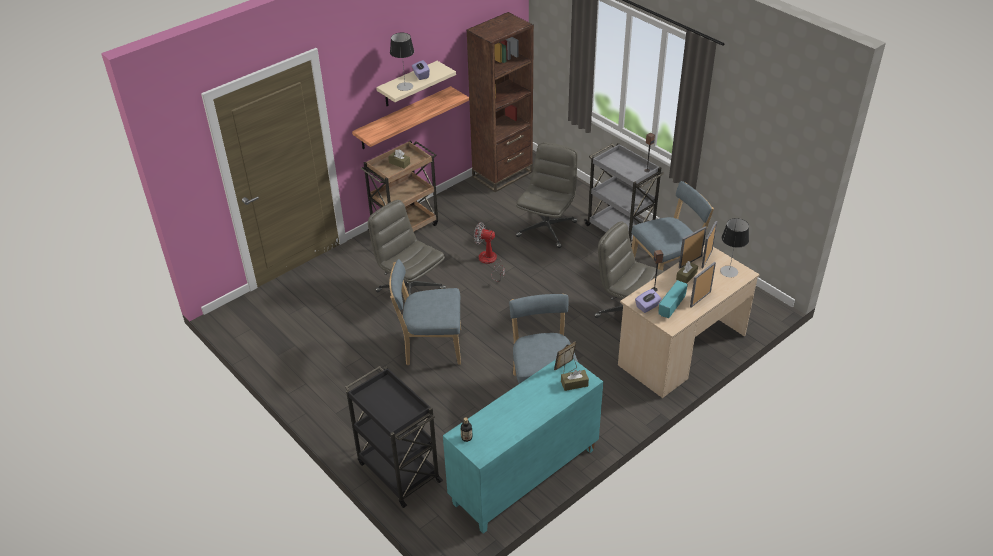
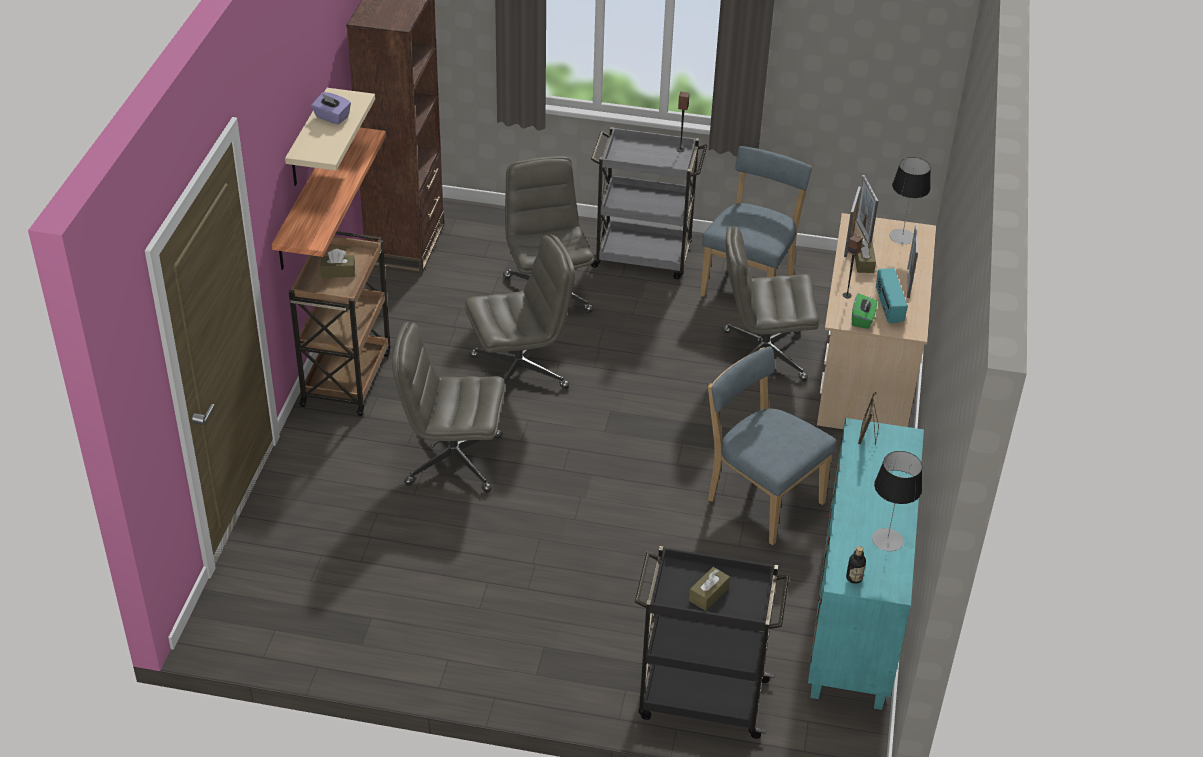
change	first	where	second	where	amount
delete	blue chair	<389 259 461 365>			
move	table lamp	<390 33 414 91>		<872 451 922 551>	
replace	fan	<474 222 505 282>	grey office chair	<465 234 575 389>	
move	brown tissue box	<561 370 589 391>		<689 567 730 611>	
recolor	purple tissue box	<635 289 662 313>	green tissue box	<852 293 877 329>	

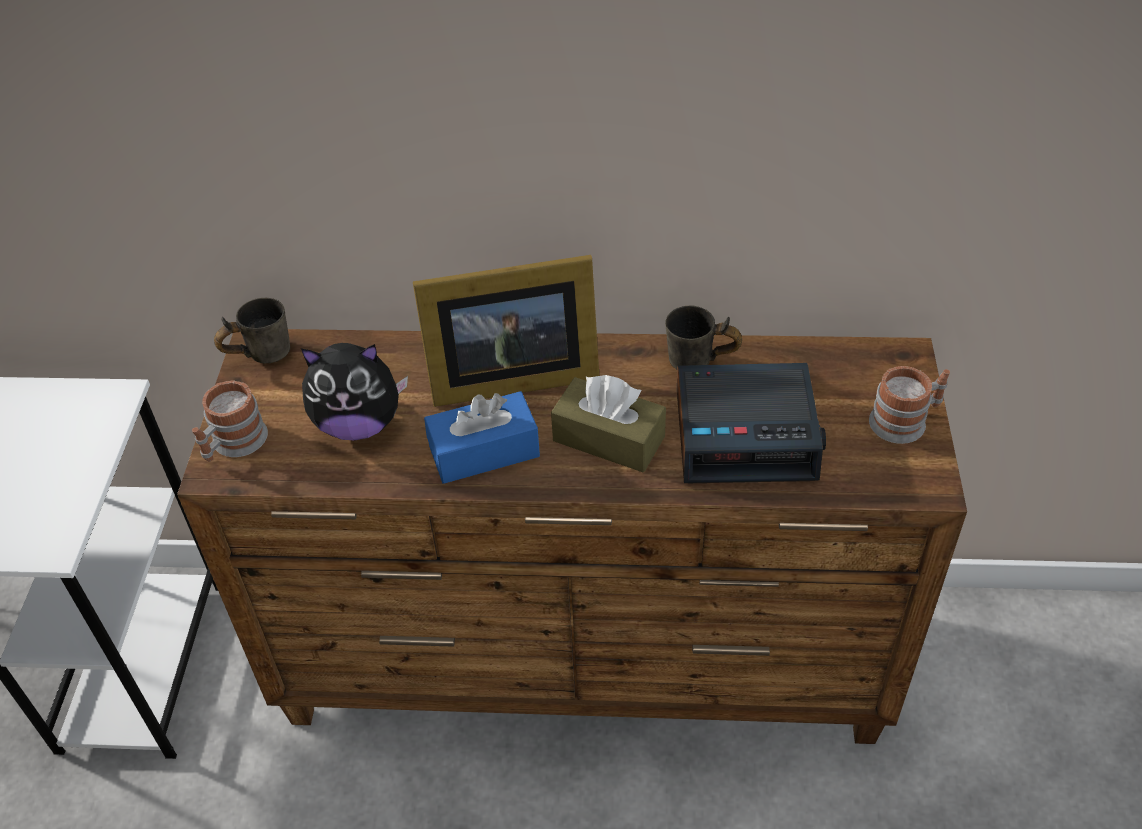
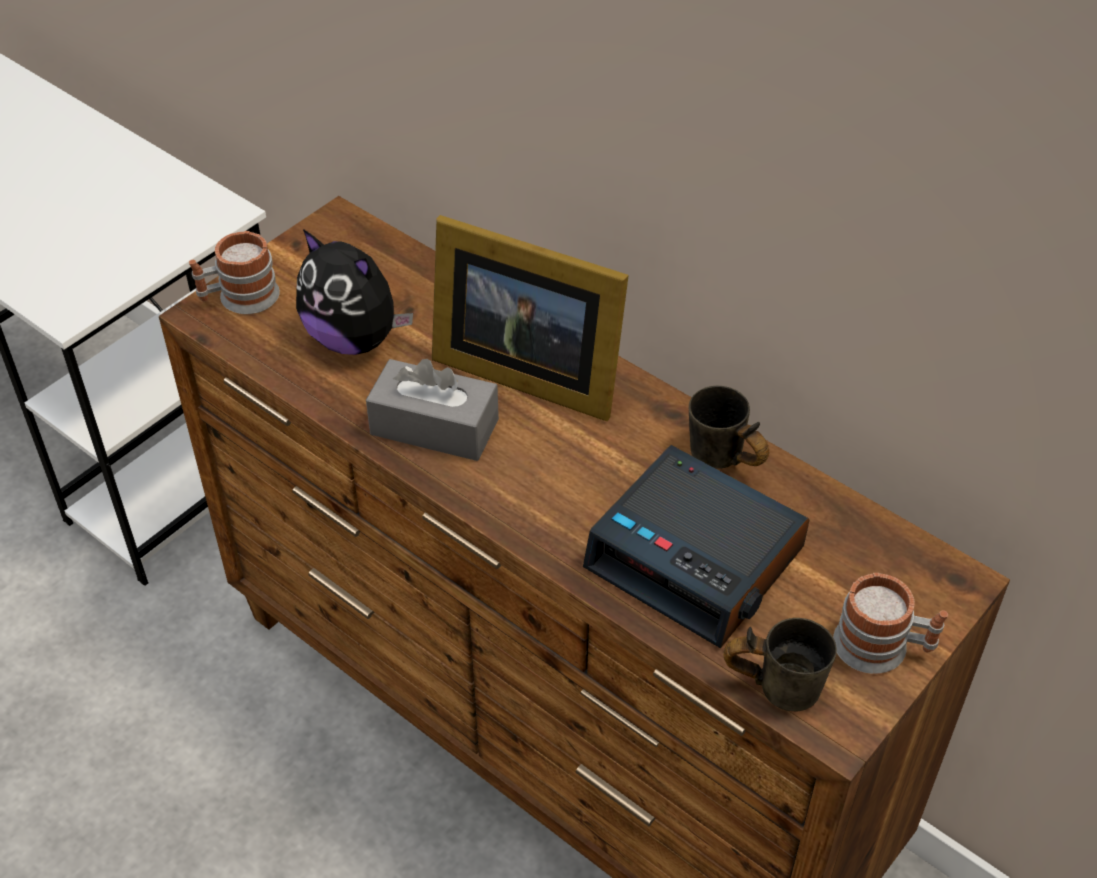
change	first	where	second	where	amount
move	grey mug	<214 298 290 363>		<723 618 837 712>	
recolor	blue tissue box	<424 391 540 484>	grey tissue box	<366 359 499 461>	
delete	brown tissue box	<551 375 666 472>			

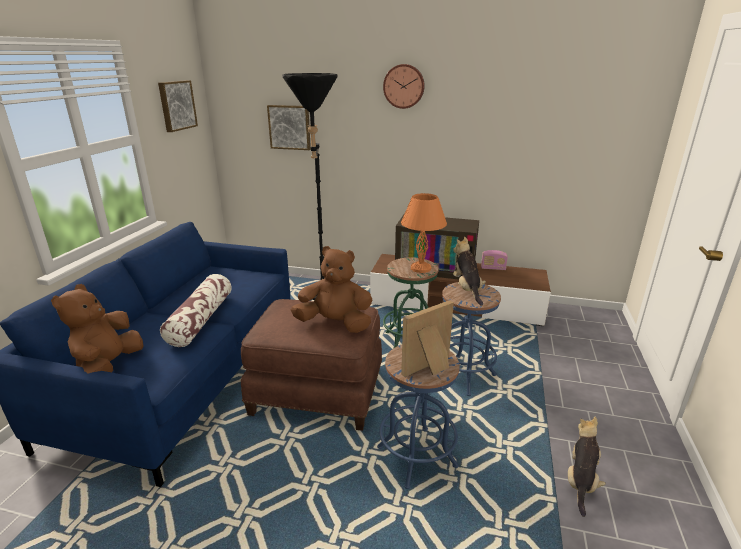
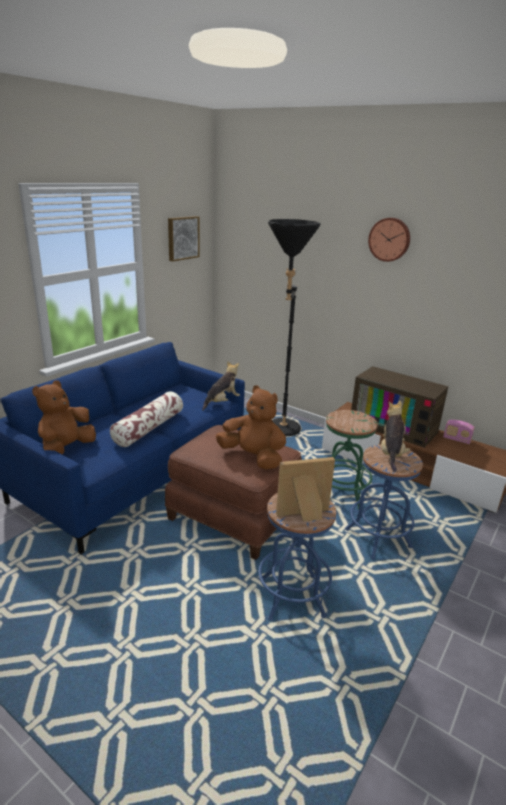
change	first	where	second	where	amount
delete	picture	<267 105 311 150>			
delete	orange table lamp	<401 193 447 273>			
move	plush toy	<568 417 606 517>		<202 361 240 411>	

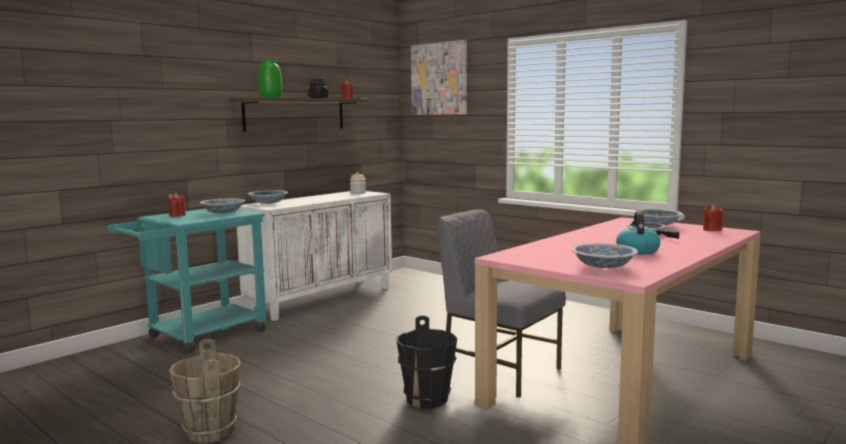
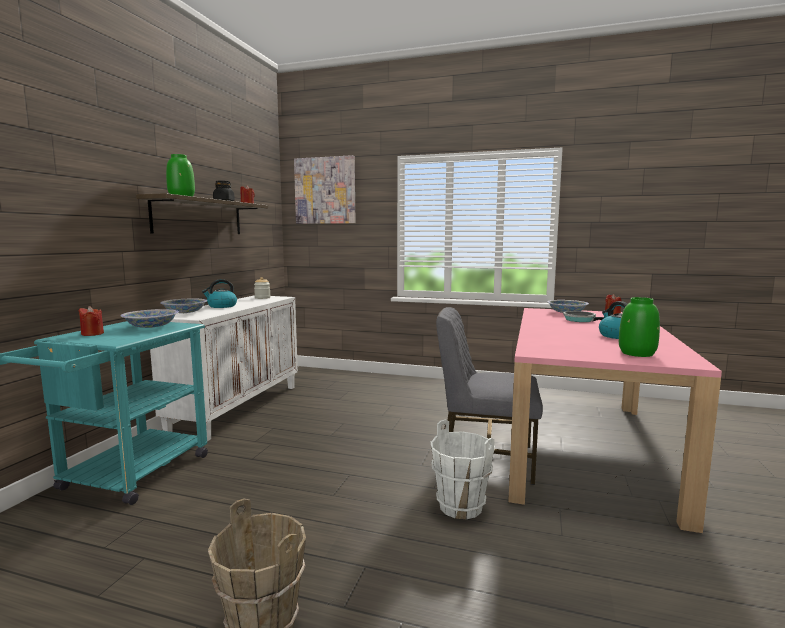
change	first	where	second	where	amount
recolor	black bucket	<396 315 457 408>	white bucket	<430 419 495 519>	
replace	bowl	<571 243 638 268>	green vase	<619 297 660 357>	
insert			kettle	<202 279 237 308>	

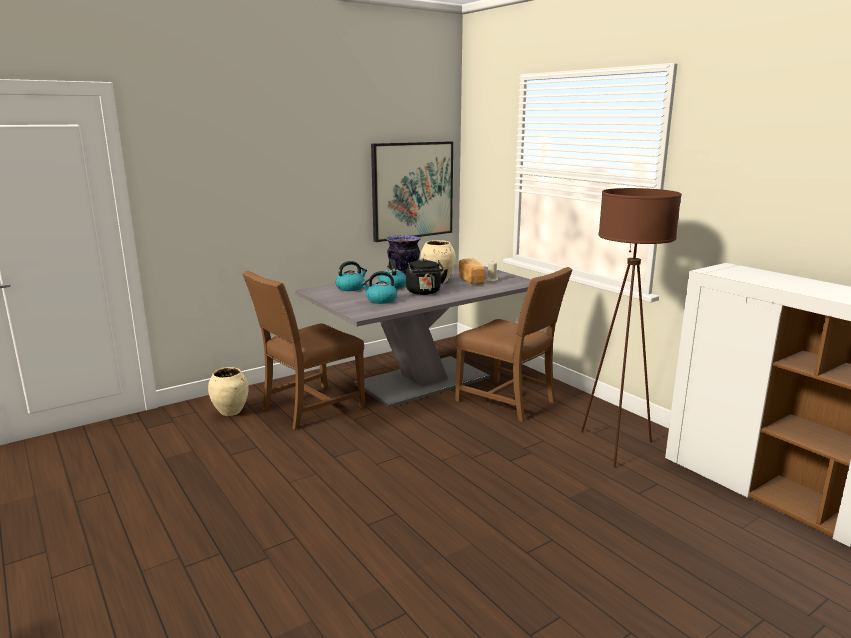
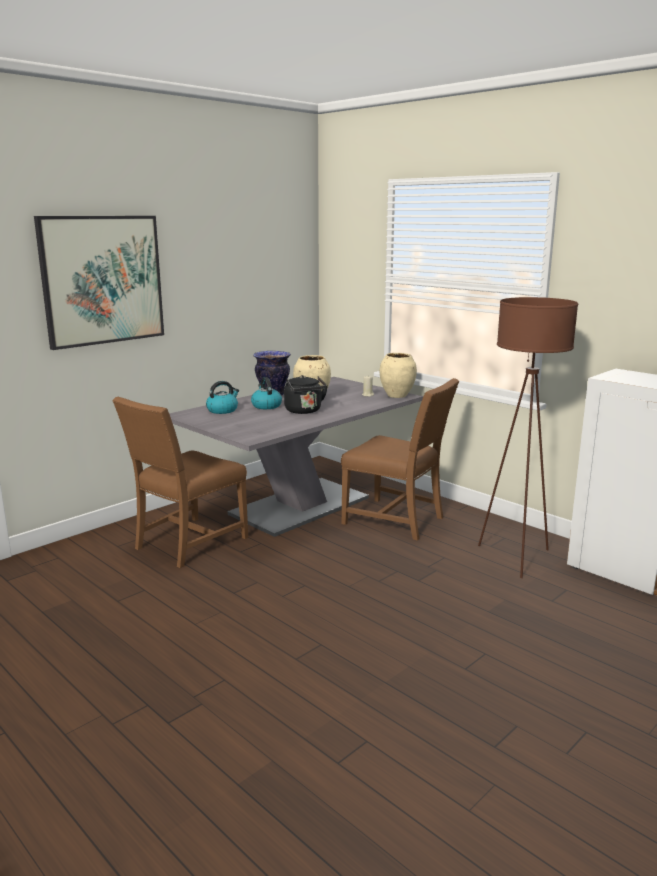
change	first	where	second	where	amount
move	beige vase	<208 367 249 416>		<380 353 417 398>	
delete	kettle	<361 271 397 304>			
move	picture	<371 141 453 242>		<34 216 164 350>	
delete	bread	<459 258 485 285>			

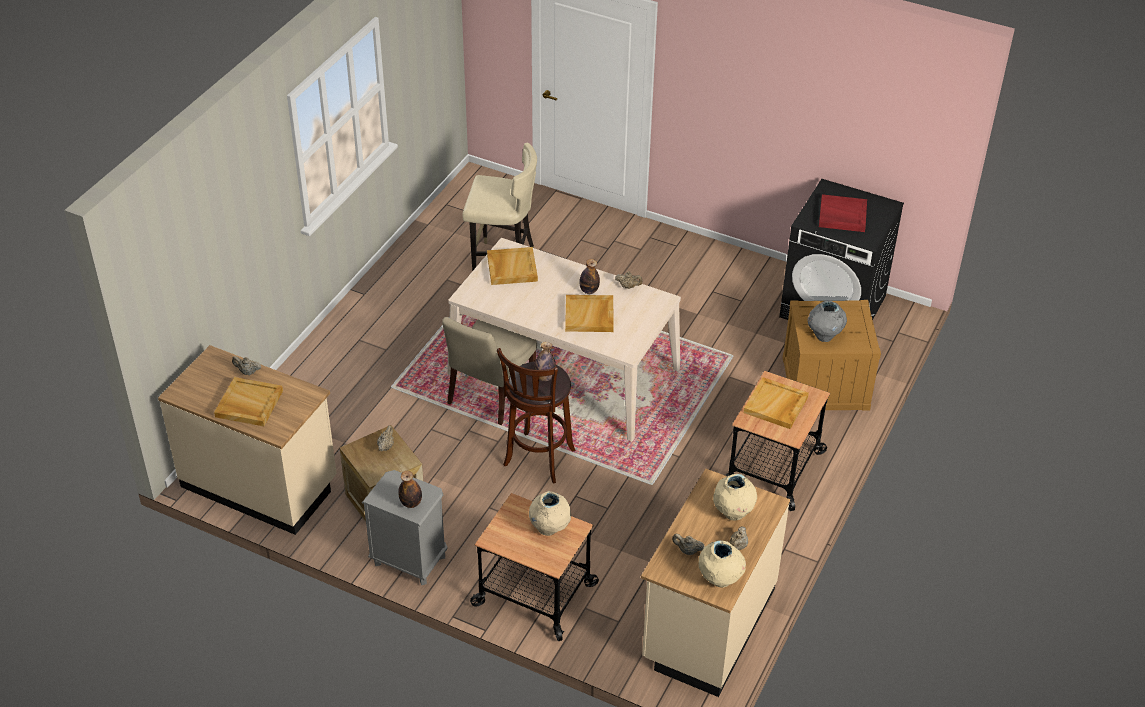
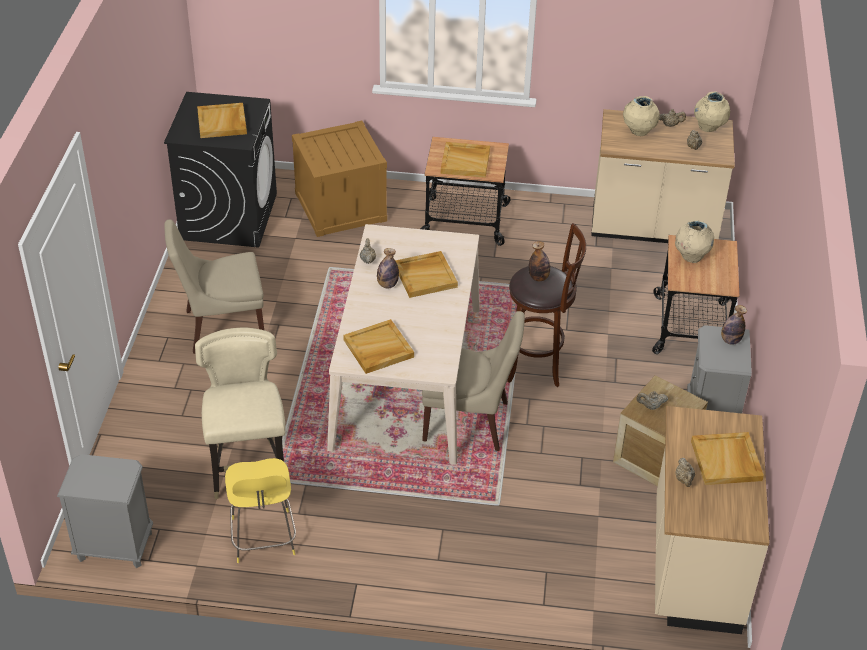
change	first	where	second	where	amount
delete	grey vase	<807 301 847 342>			
recolor	red tray	<819 194 867 232>	beige tray	<197 103 247 138>	
insert			grey nightstand	<57 454 153 568>	
insert			beige chair	<164 219 264 354>	
insert			yellow stool	<225 458 296 563>	

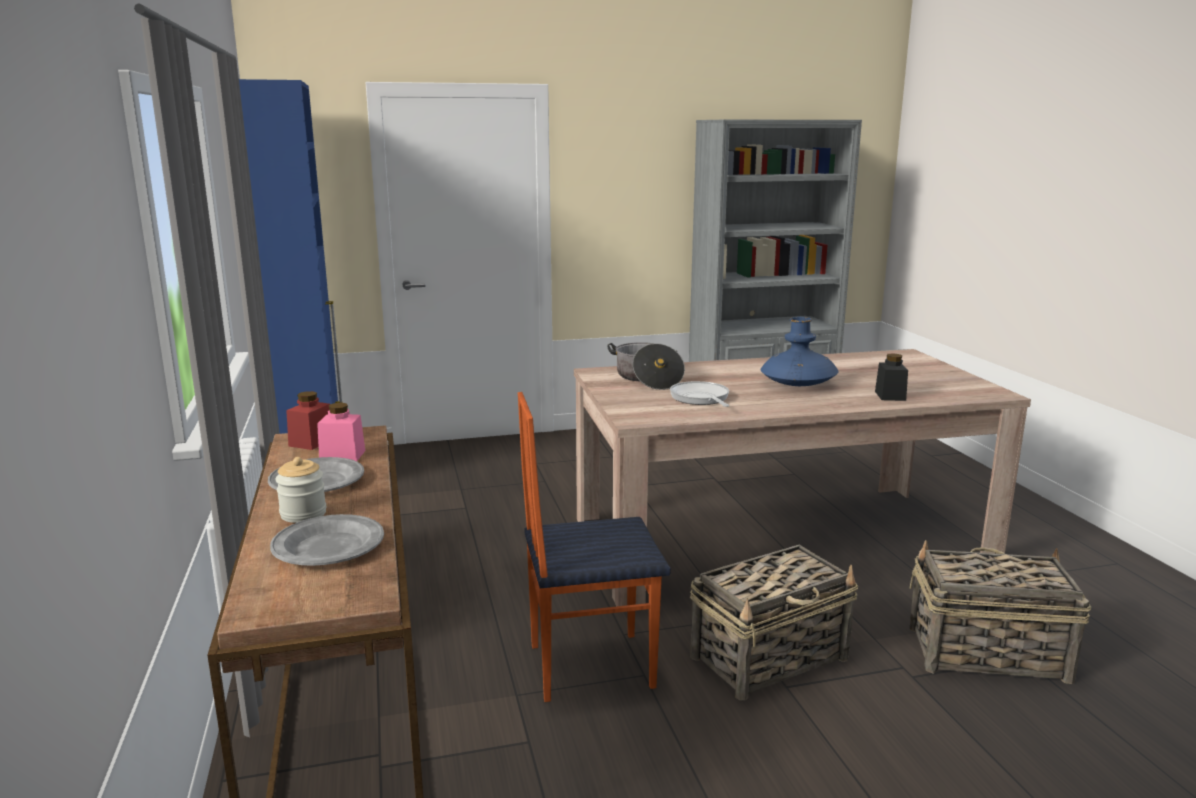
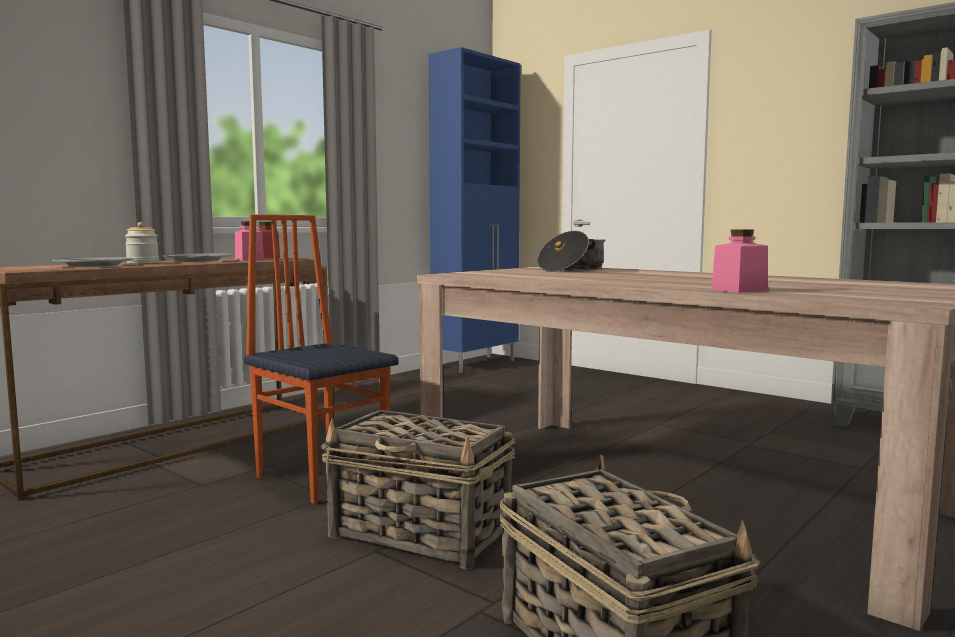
change	first	where	second	where	amount
delete	frying pan	<670 381 729 407>			
delete	blue vase	<761 317 839 386>			
recolor	black jar	<875 353 908 401>	pink jar	<711 229 768 293>	

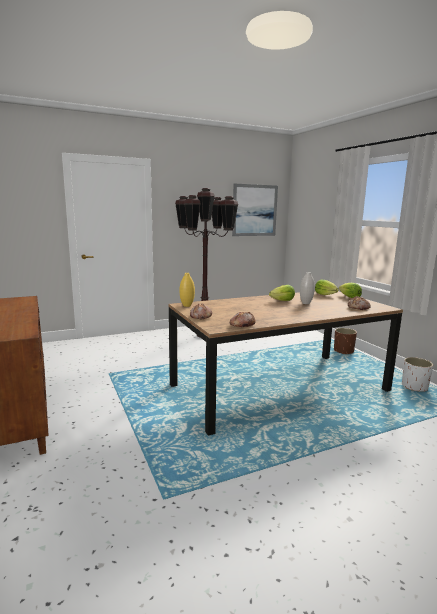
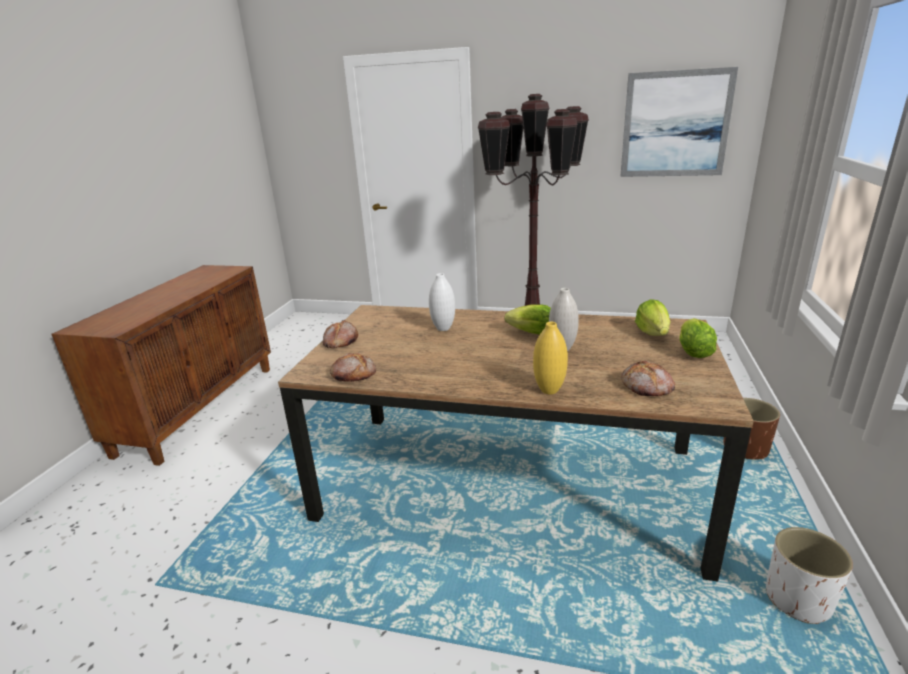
change	first	where	second	where	amount
move	yellow vase	<180 273 195 307>		<533 321 568 394>	
insert			white vase	<429 273 455 331>	

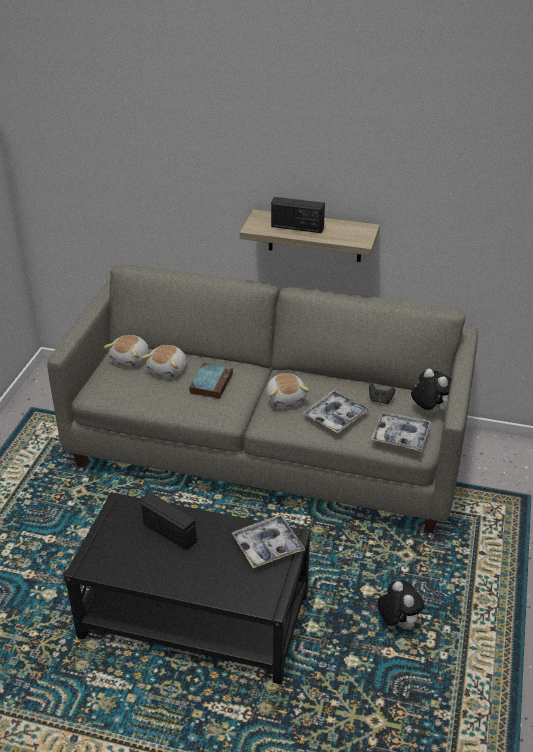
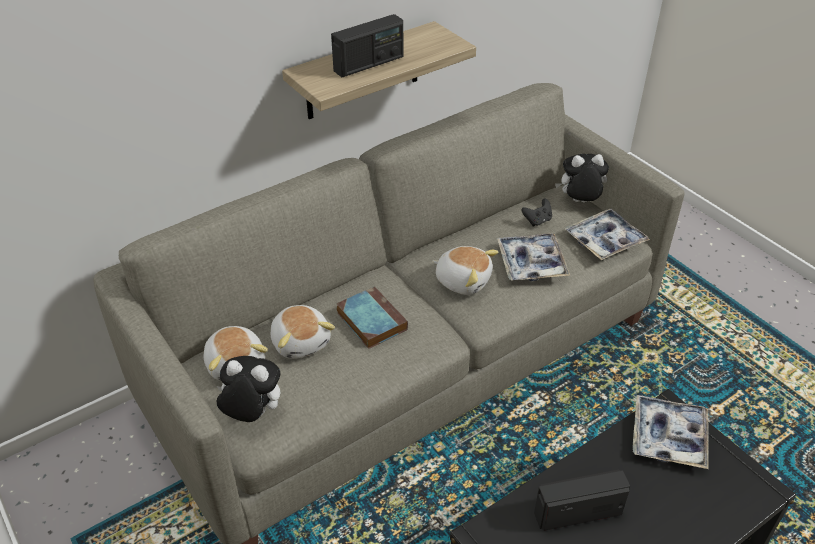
change	first	where	second	where	amount
move	plush toy	<377 580 424 629>		<216 356 280 422>	

